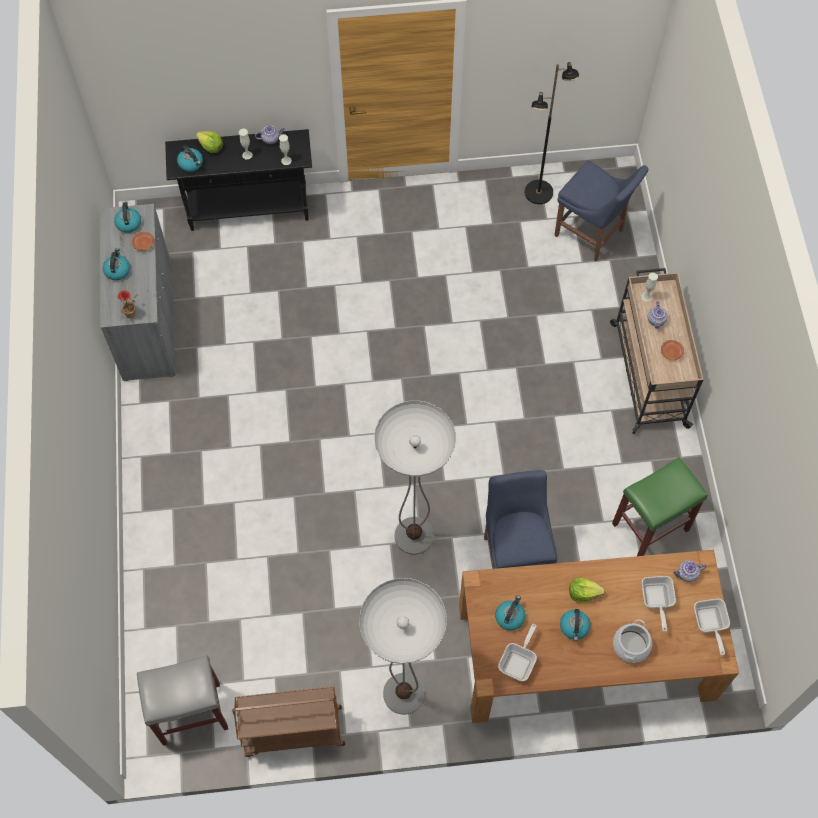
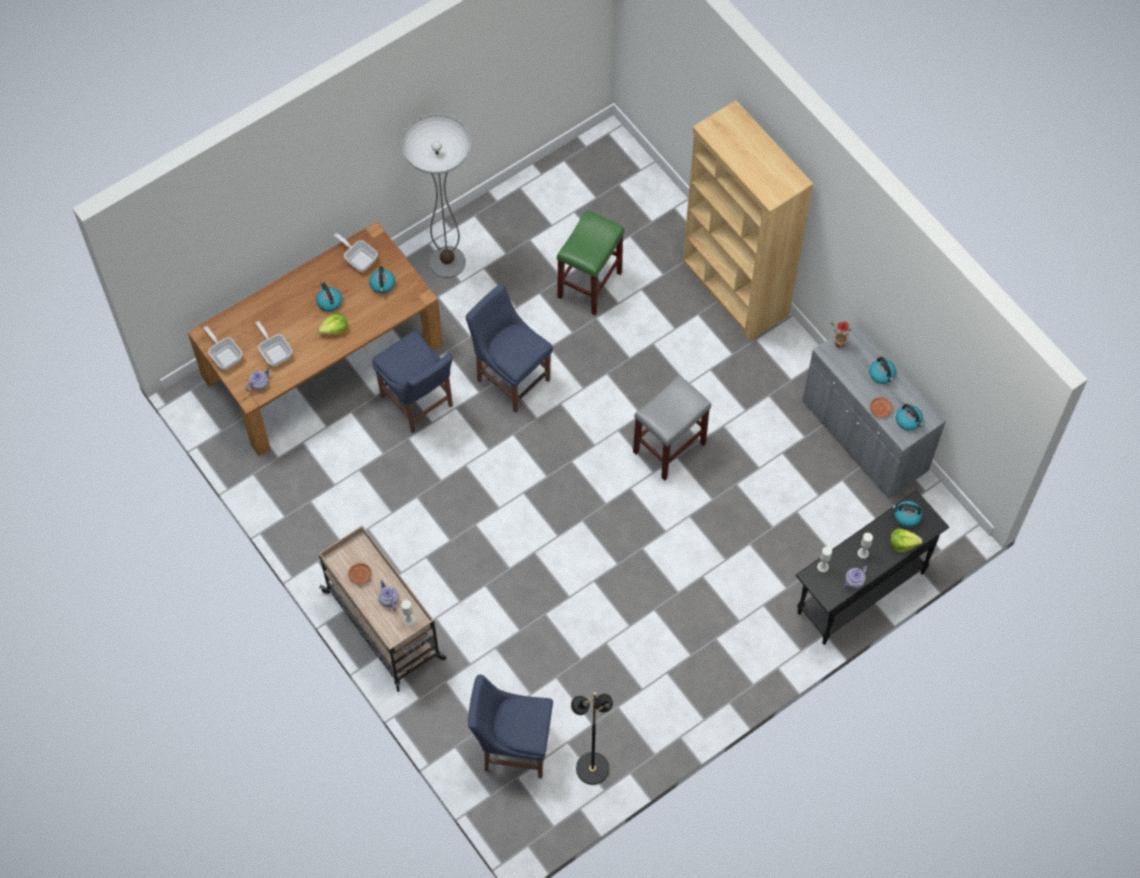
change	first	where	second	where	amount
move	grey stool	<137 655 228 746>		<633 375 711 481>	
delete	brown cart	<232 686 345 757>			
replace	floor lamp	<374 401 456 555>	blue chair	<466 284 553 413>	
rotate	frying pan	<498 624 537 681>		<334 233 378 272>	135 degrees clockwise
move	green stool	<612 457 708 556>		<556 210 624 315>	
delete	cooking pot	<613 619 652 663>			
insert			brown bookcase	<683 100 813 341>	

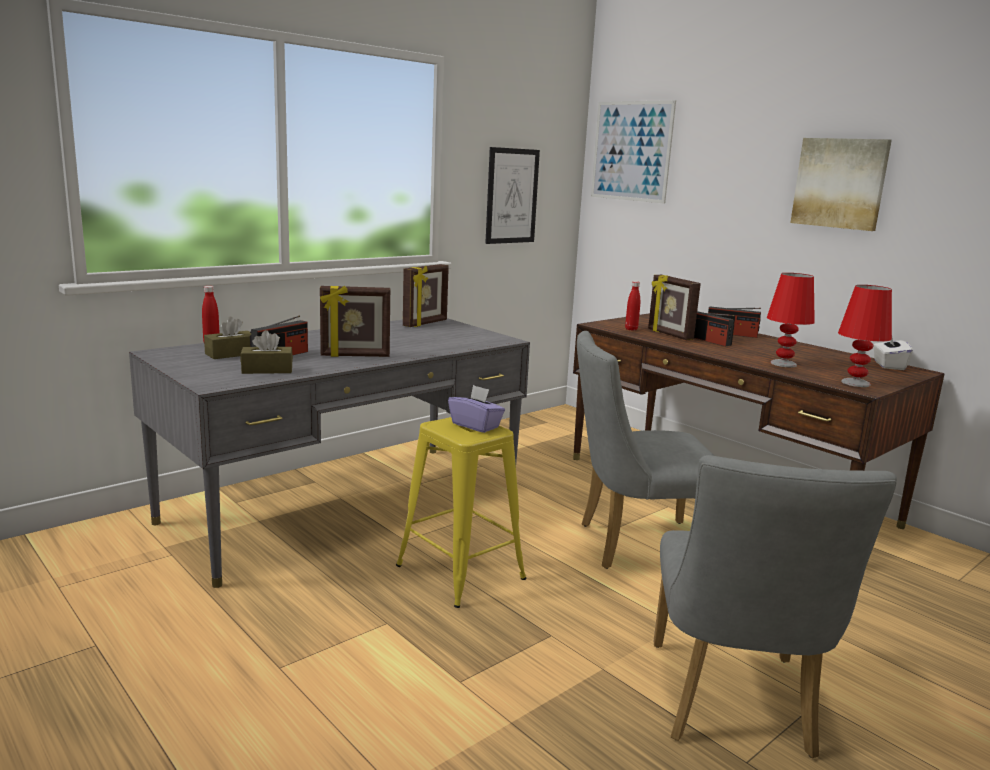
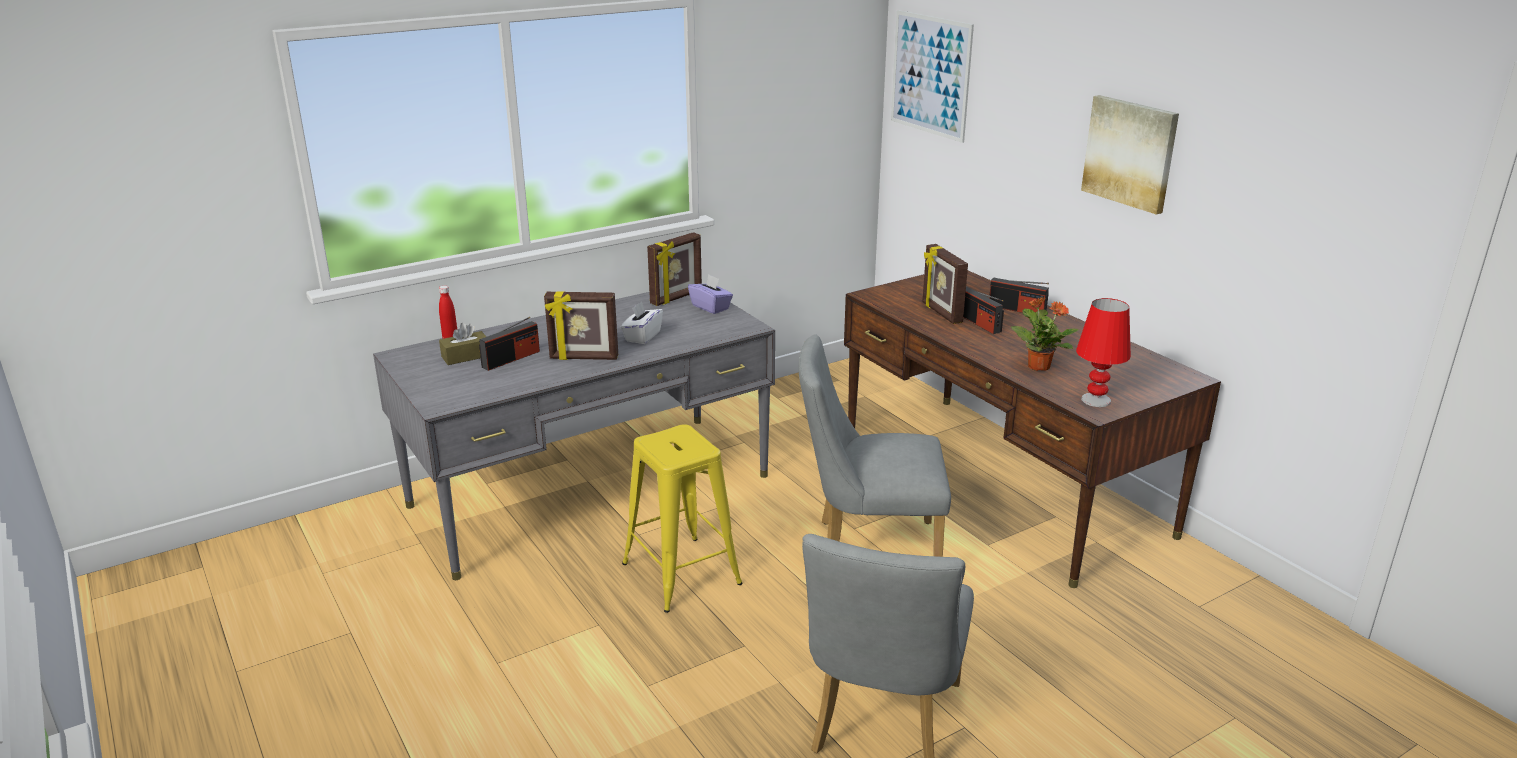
change	first	where	second	where	amount
delete	brown tissue box	<241 330 293 374>			
move	purple tissue box	<448 385 505 433>		<688 274 733 314>	
delete	picture	<485 147 540 244>			
delete	red bottle	<625 281 640 331>			
replace	red table lamp	<767 273 815 367>	potted plant	<1011 298 1079 371>	
move	white tissue box	<873 338 913 370>		<621 301 663 344>	

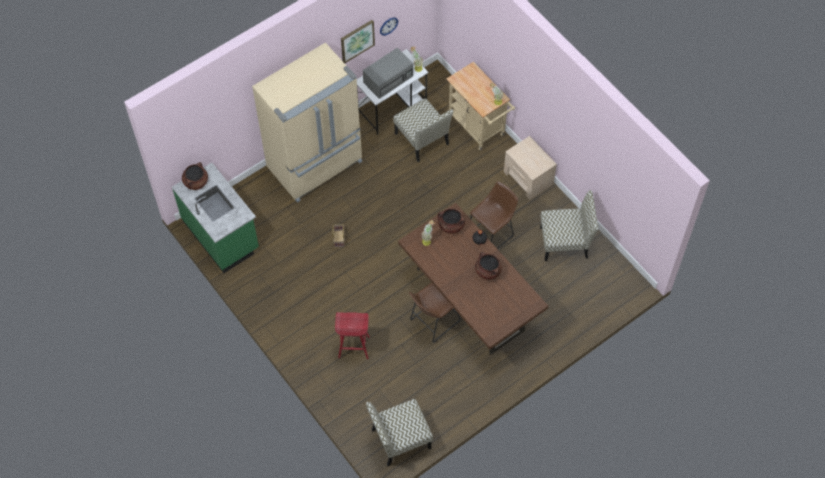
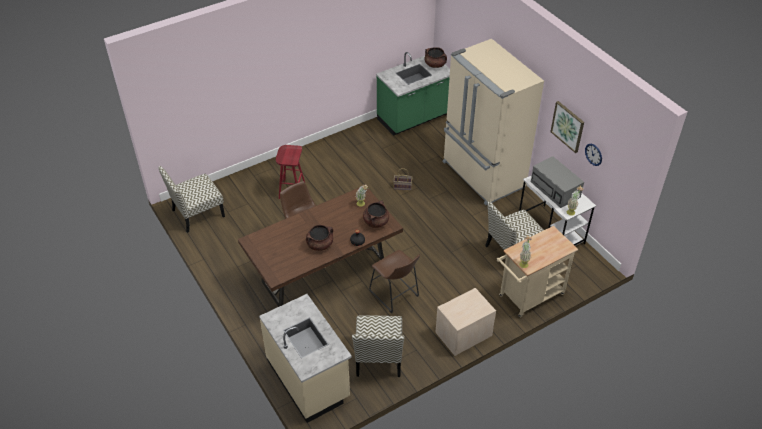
change	first	where	second	where	amount
rotate	chair	<366 399 433 466>		<158 166 225 233>	105 degrees counterclockwise
insert			beige counter	<259 294 352 423>	

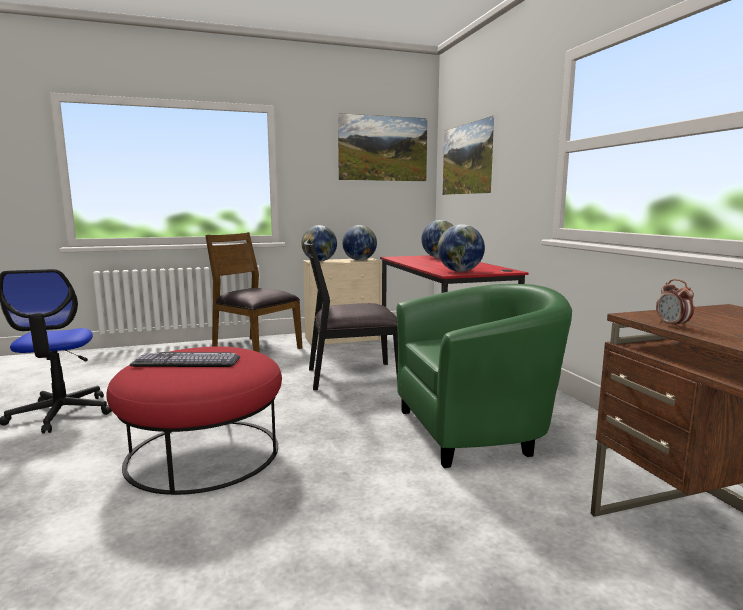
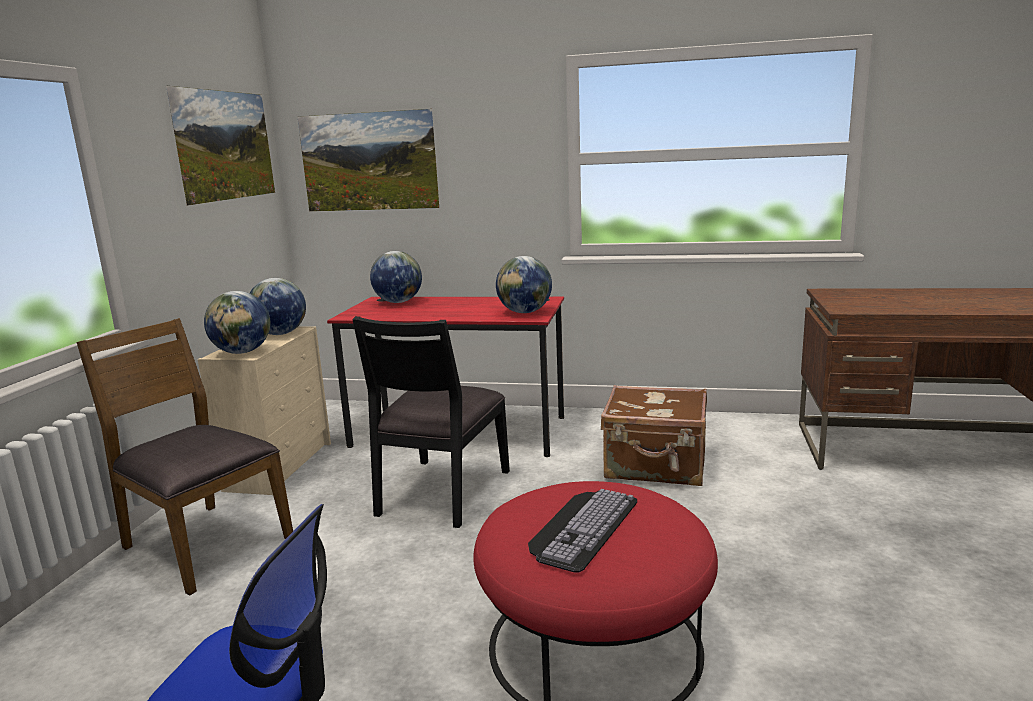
change	first	where	second	where	amount
rotate	brown chair	<205 232 303 353>		<77 318 293 596>	60 degrees clockwise
replace	green armchair	<397 284 572 468>	brown suitcase	<601 385 707 486>	
delete	alarm clock	<656 279 694 329>			

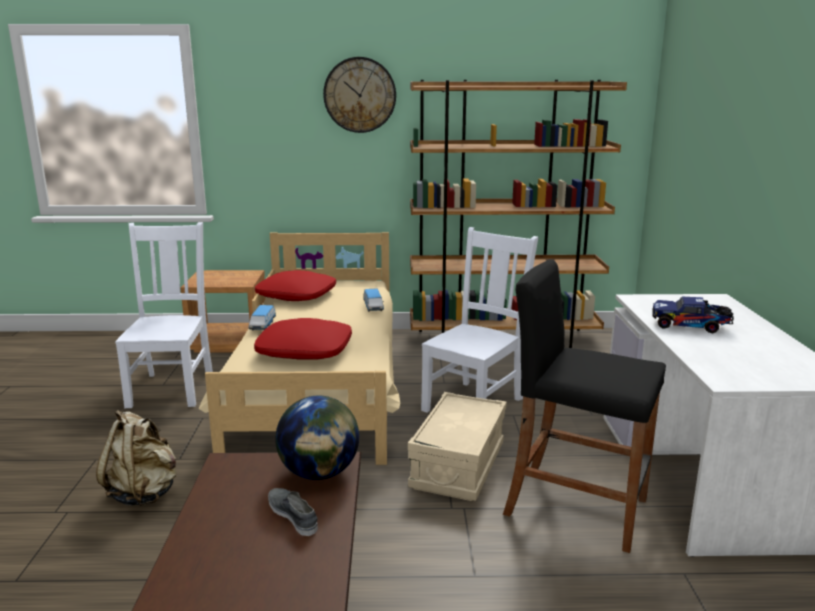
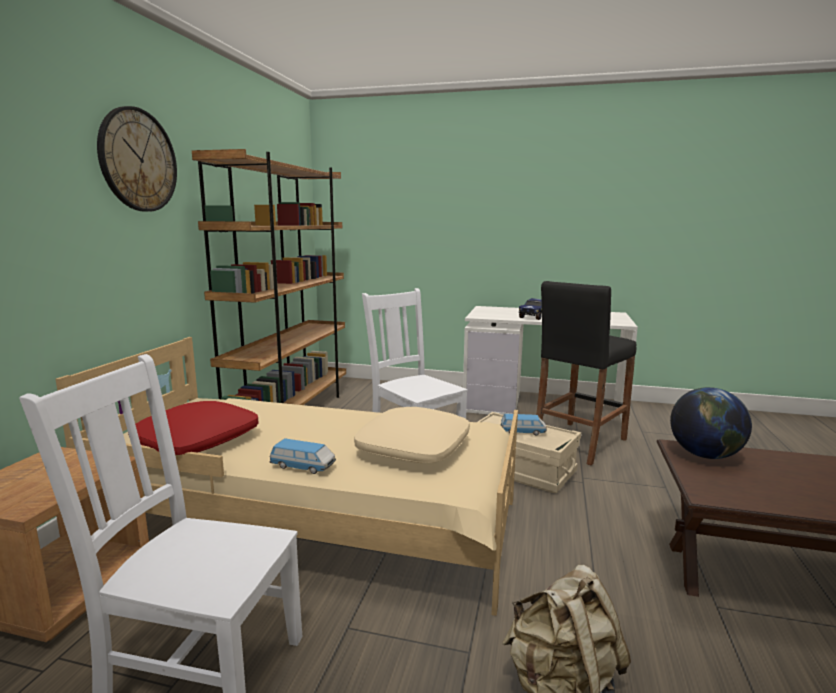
change	first	where	second	where	amount
recolor	red pillow	<254 318 352 360>	beige pillow	<354 407 470 463>	
delete	grey shoe	<268 488 318 536>			
move	toy car	<363 289 384 312>		<500 414 547 436>	

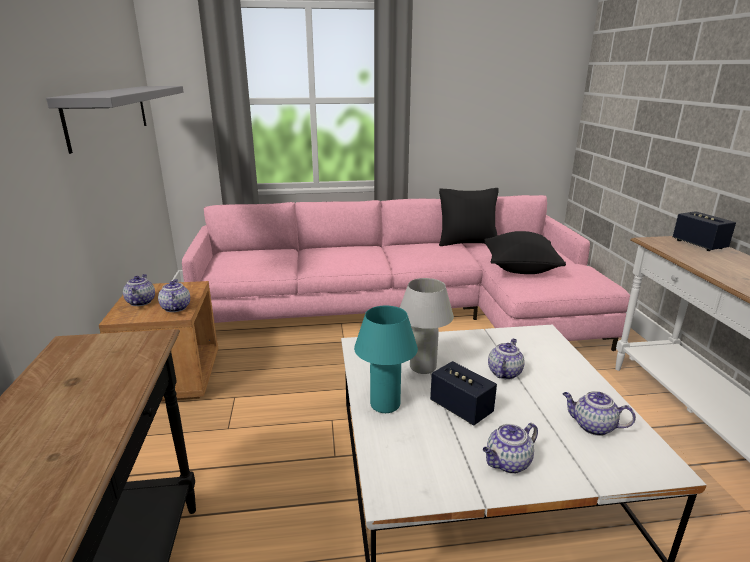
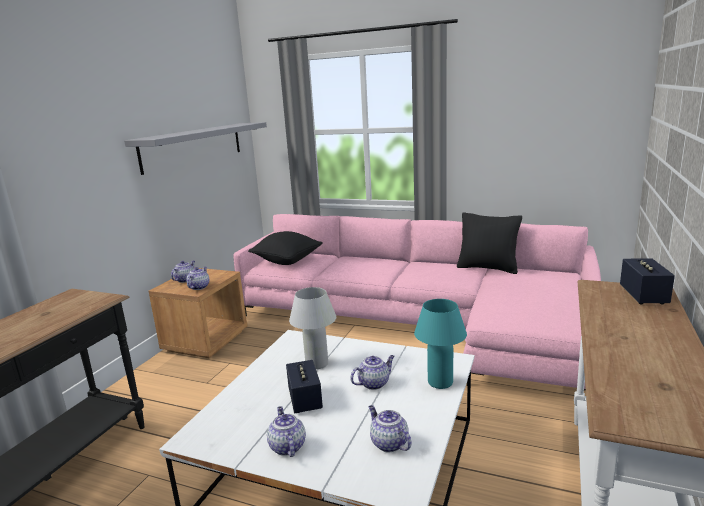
change	first	where	second	where	amount
move	turquoise table lamp	<354 306 418 413>		<414 299 467 389>	
rotate	teapot	<483 423 538 474>		<267 406 306 457>	75 degrees clockwise
move	black pillow	<485 231 566 274>		<248 231 323 265>	

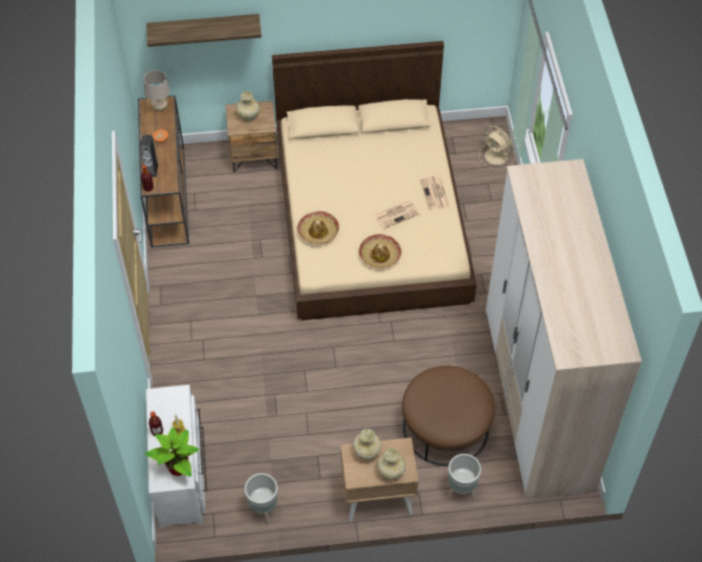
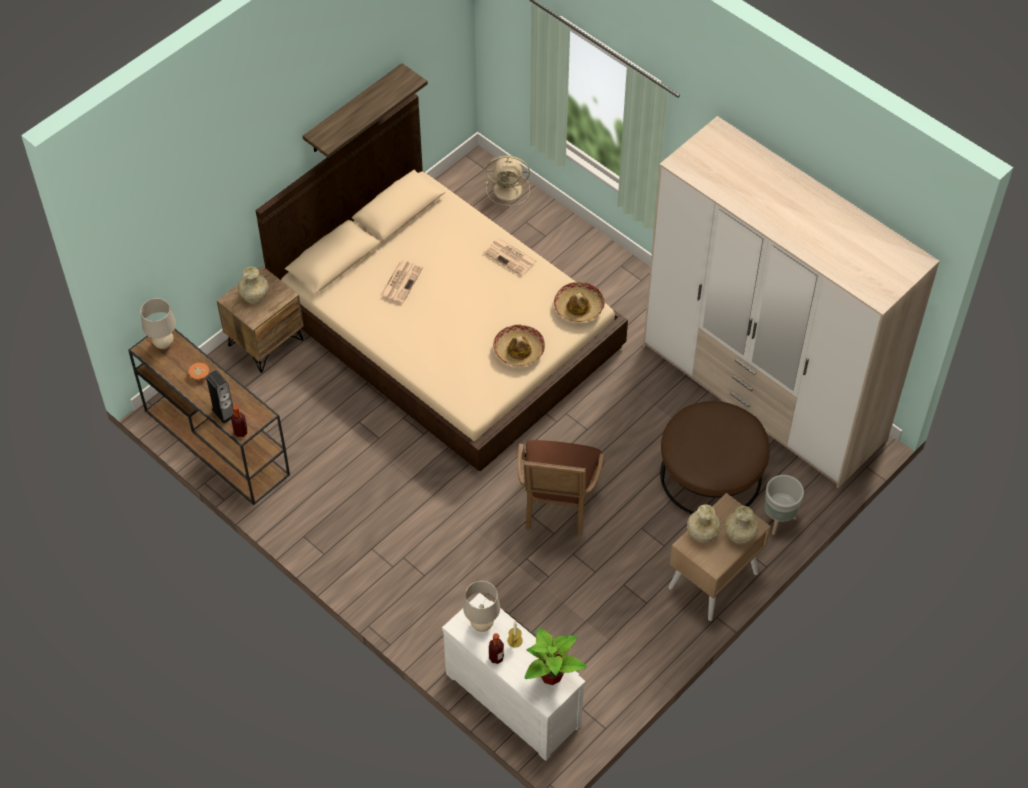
change	first	where	second	where	amount
move	shelf	<146 14 262 47>		<302 63 428 158>	
delete	grey planter	<244 473 278 523>			
move	hat	<297 211 339 244>		<554 282 605 322>	
move	newspaper	<375 201 419 229>		<380 260 423 303>	
insert			beige table lamp	<463 581 500 632>	
insert			brown armchair	<517 440 605 536>	

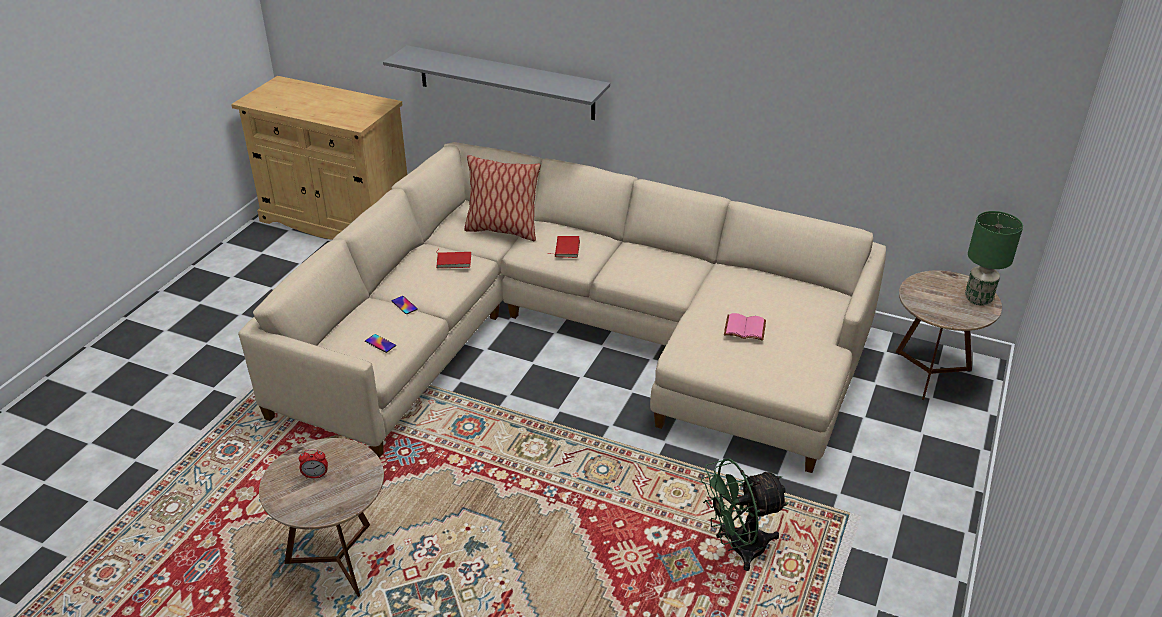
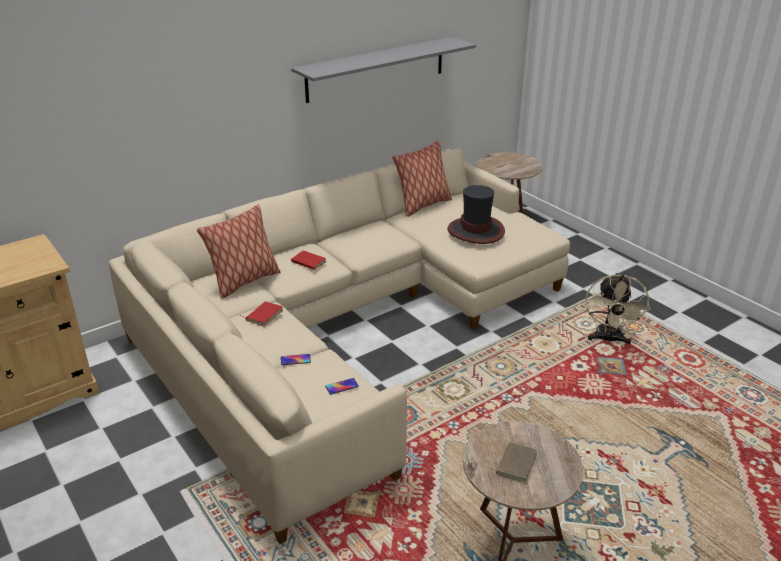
change	first	where	second	where	amount
replace	alarm clock	<298 449 328 479>	brown book	<487 442 537 483>	
move	grey shelf	<383 45 610 120>		<291 37 476 103>	
recolor	green fan	<701 458 789 571>	beige fan	<585 273 650 344>	
replace	pink book	<724 313 766 341>	hat	<448 185 505 244>	
delete	green table lamp	<965 211 1023 306>			
insert			pillow	<392 141 452 217>	

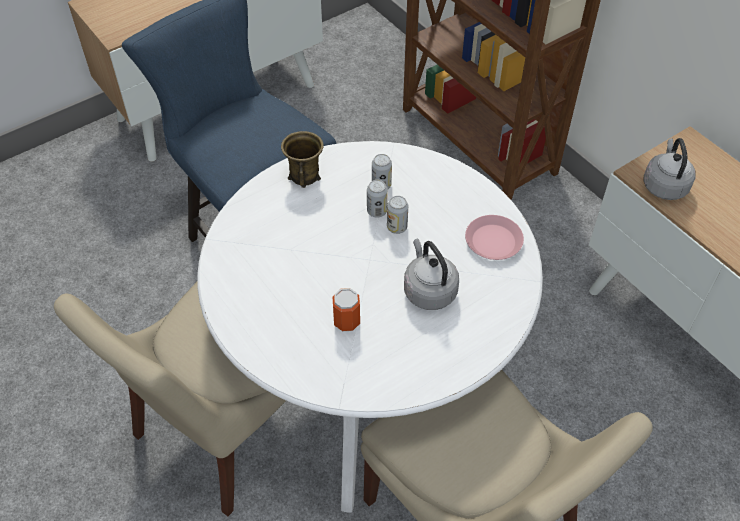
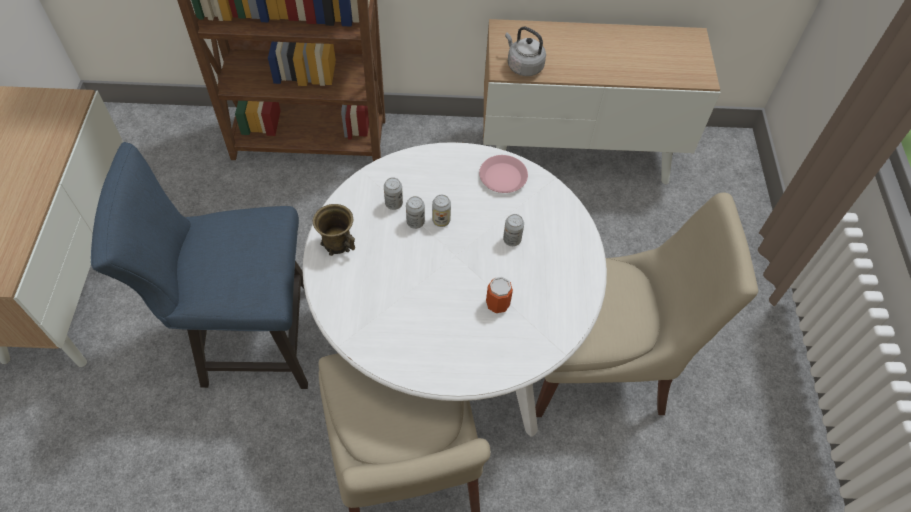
change	first	where	second	where	amount
replace	grey kettle	<404 238 459 310>	can	<503 214 524 246>	

